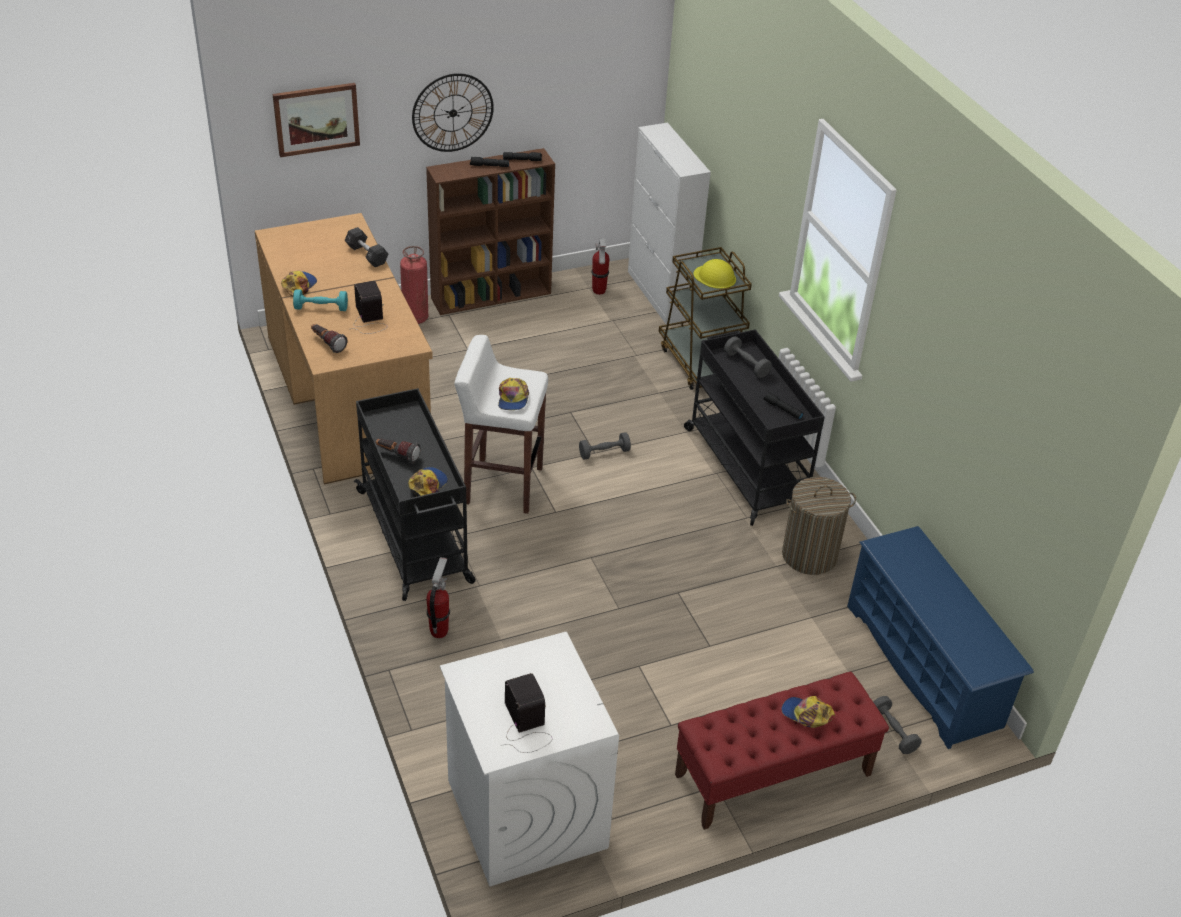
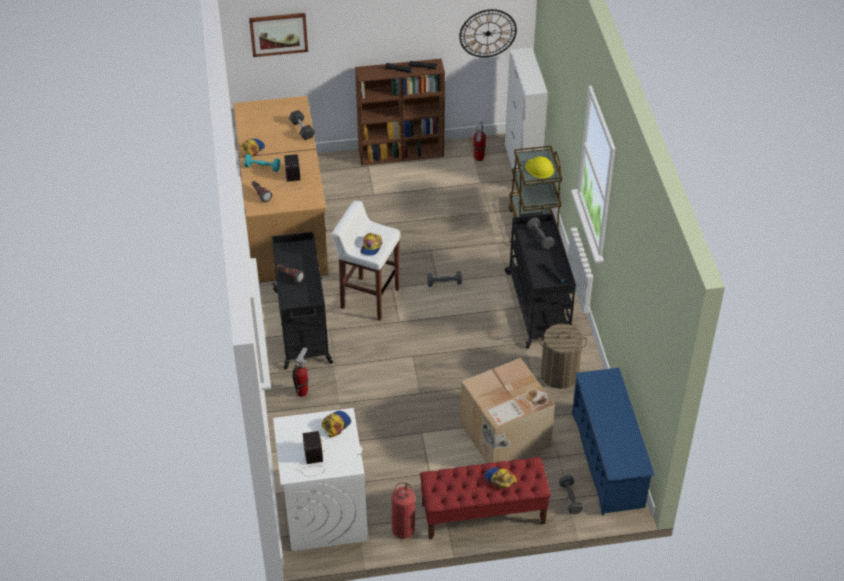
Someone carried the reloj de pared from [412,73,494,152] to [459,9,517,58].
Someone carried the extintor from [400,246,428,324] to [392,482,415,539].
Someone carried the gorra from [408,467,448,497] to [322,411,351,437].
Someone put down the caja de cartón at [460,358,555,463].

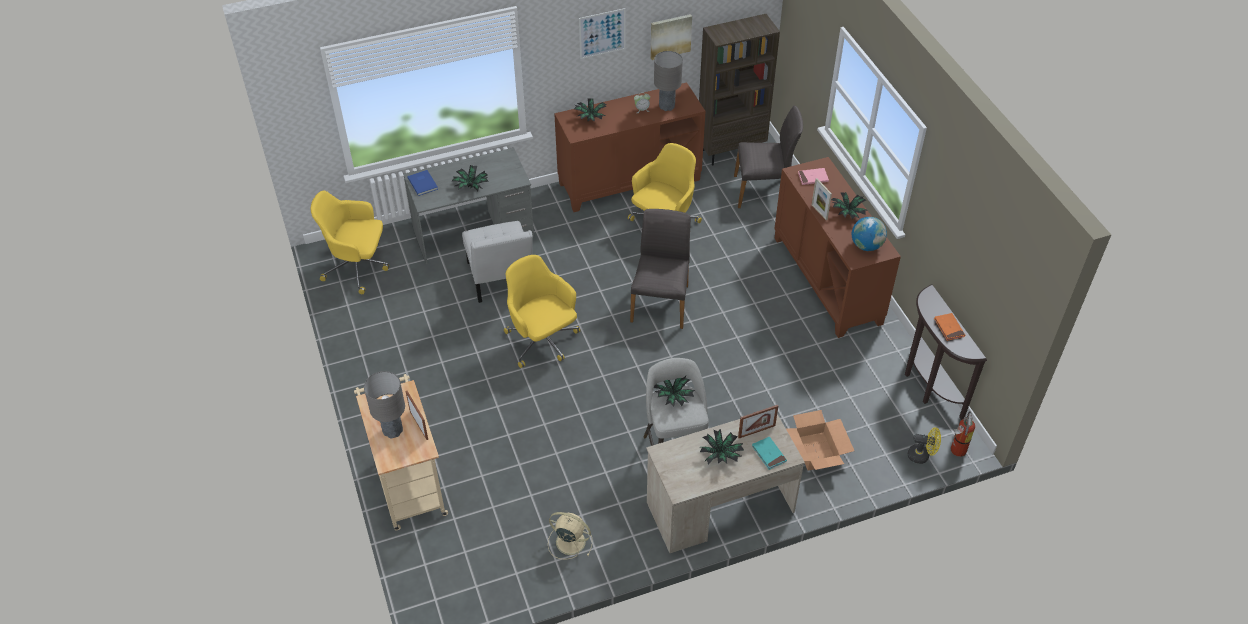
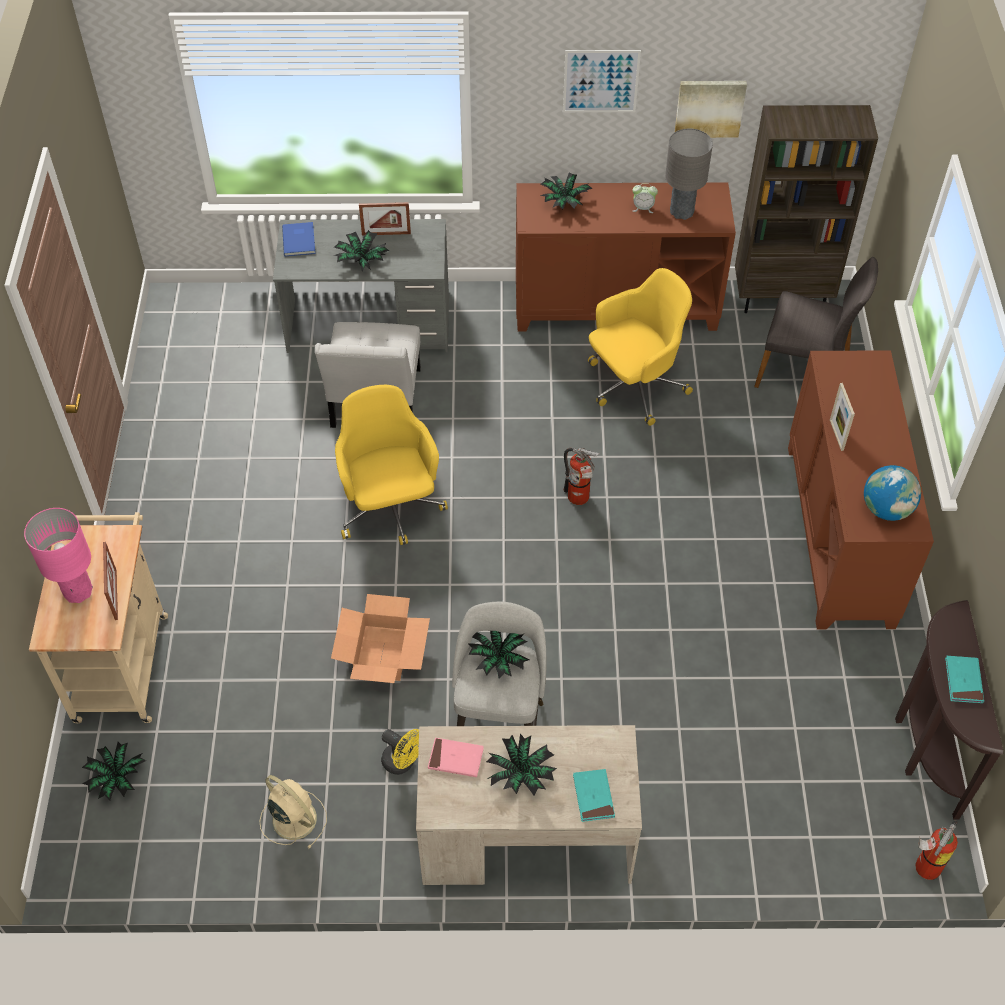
Someone carried the libro/rosa from [798,168,829,185] to [428,738,484,777].
Someone took away the silla de oficina/amarillo at [311,191,389,294].
Someone carried the planta en maceta from [831,192,868,219] to [82,742,146,800].
Someone swapped the silla/gris at [630,209,691,329] for the extintor at [564,448,599,505].
Someone repainted the libro/naranja at [934,313,965,341], which became the libro/turquesa at [945,656,984,703].
Someone repainted the lámpara de mesa/gris at [364,371,405,439], which became the lámpara de mesa/rosa at [24,508,93,603].
Someone carried the portarretratos from [738,405,778,438] to [359,202,411,235].
Someone carried the caja de cartón from [786,410,854,471] to [331,594,430,683].
Someone carried the ventilador/amarillo from [908,427,941,464] to [381,729,419,775].

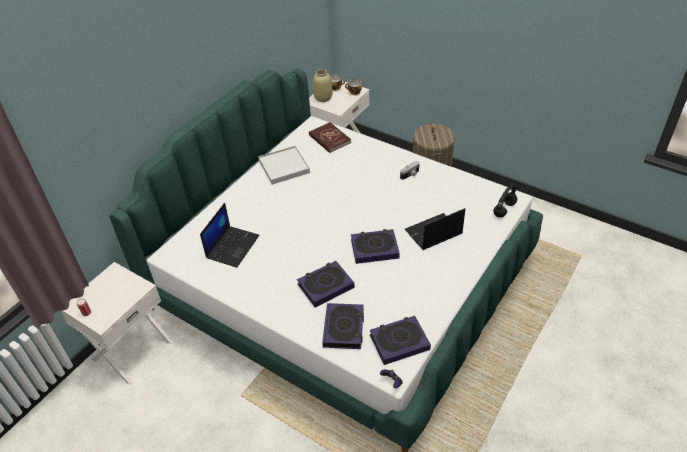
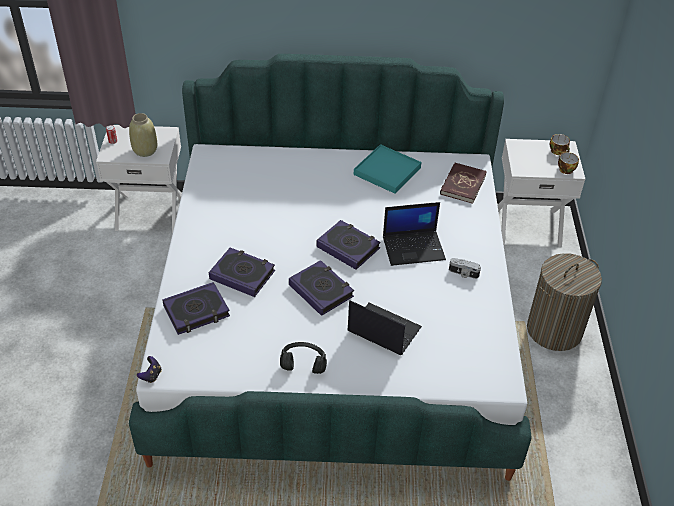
Someone carried the florero/beis from [313,69,333,102] to [129,113,157,157].
Someone repainted the bandeja/blanco at [258,146,310,185], which became the bandeja/turquesa at [354,144,421,194].
Someone carried the auriculares/negro from [493,186,517,217] to [280,342,327,374].
Someone carried the portátil from [200,203,259,268] to [383,202,446,266].
Someone carried the libro from [370,316,431,365] to [316,220,381,270].

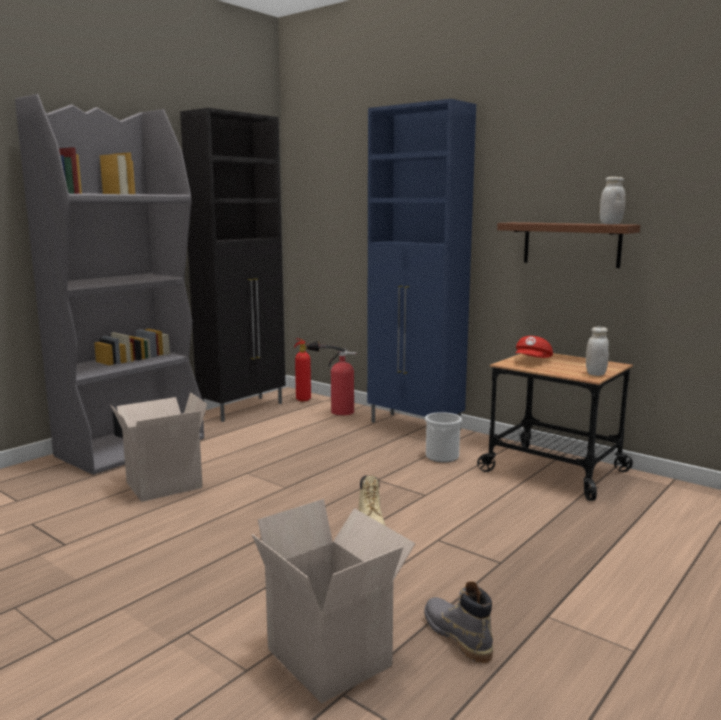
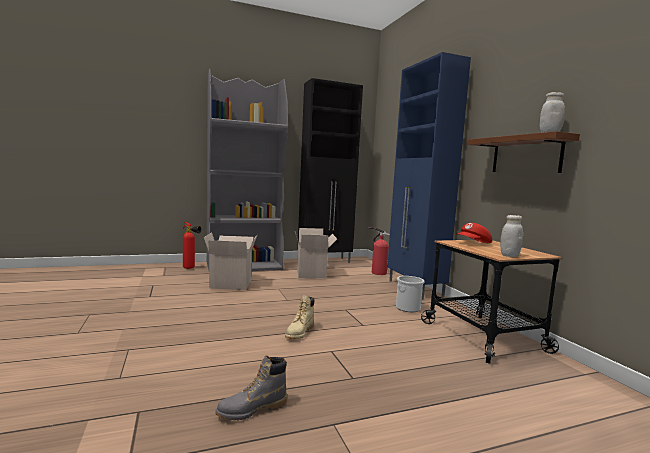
Someone carried the extintor from [294,338,319,401] to [183,222,201,269].
Someone carried the caja de cartón from [252,499,416,703] to [295,228,337,279].
Someone rotated the bota/gris at [424,581,493,663] by 120 degrees counterclockwise.

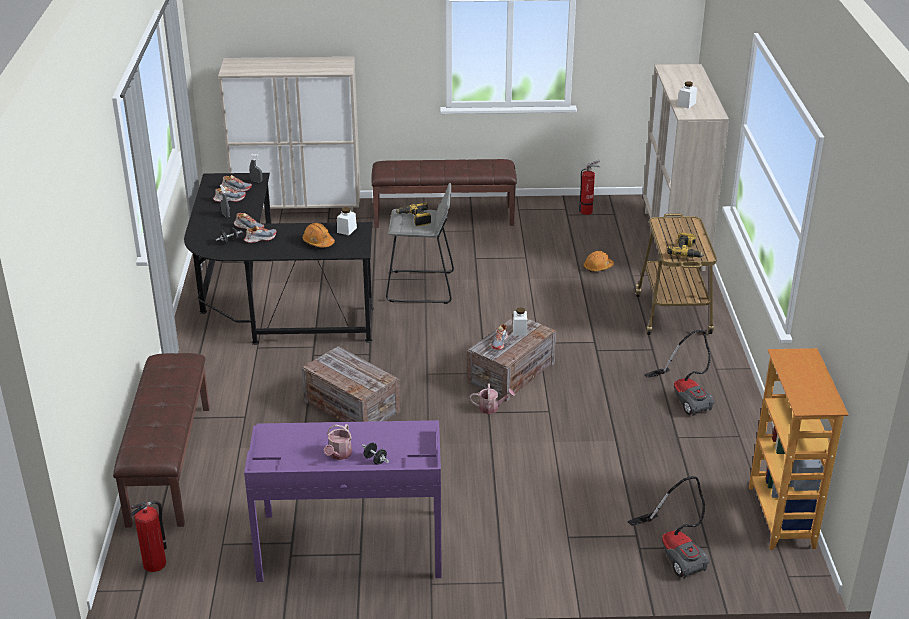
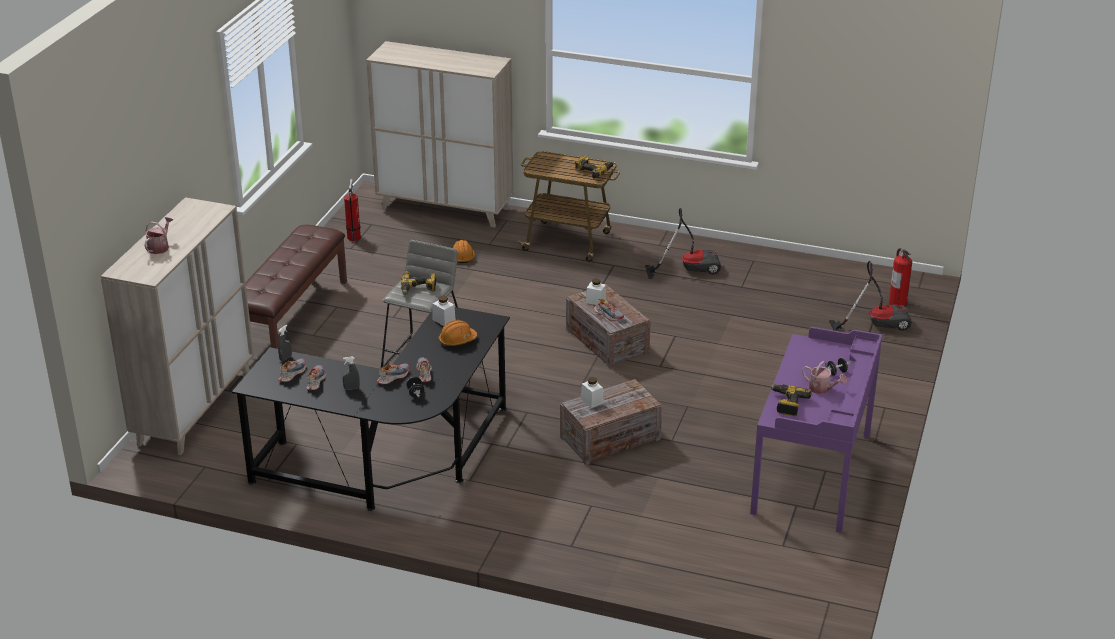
Someone carried the tarro/blanco from [677,81,697,109] to [581,377,604,408].
Someone took away the estantería at [749,348,849,550].
Someone took away the banco/marrón at [113,353,210,528].
Someone carried the regadera from [470,383,515,414] to [144,217,173,254].
Someone carried the extintor from [130,500,167,572] to [889,248,912,307].
Someone put down the taladro at [770,384,812,416].

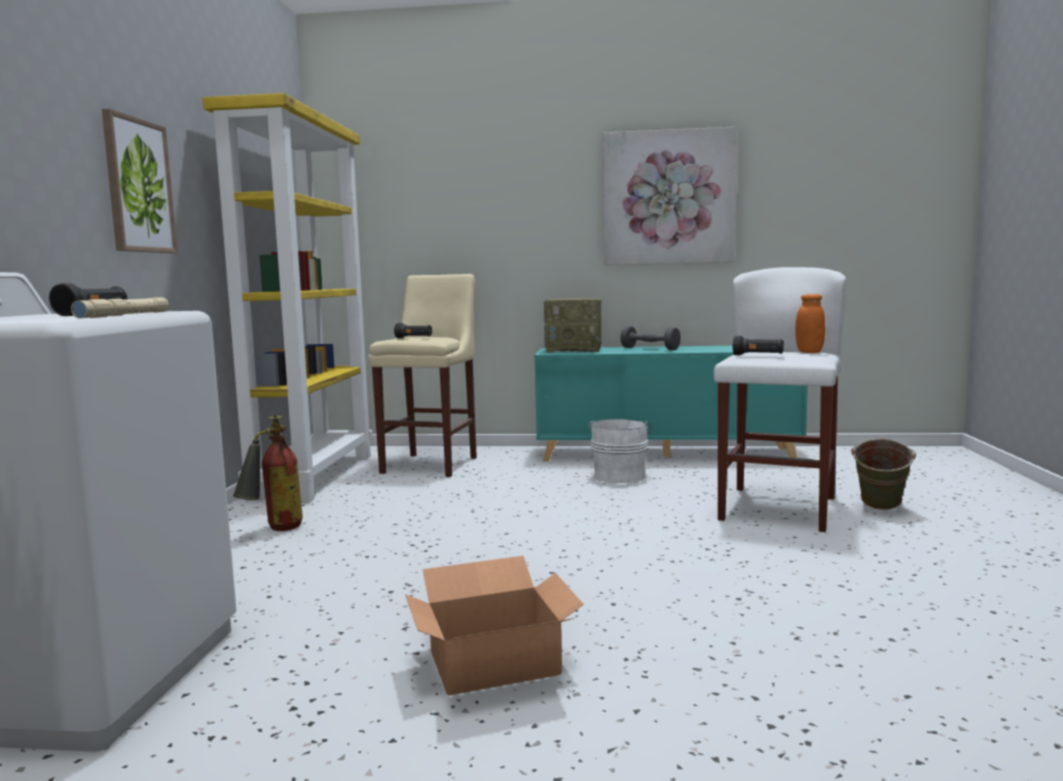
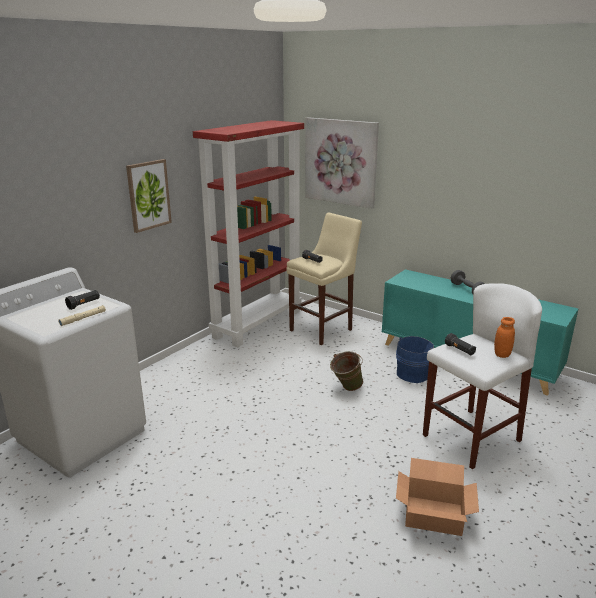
Someone repainted the estantería/amarillo at [202,93,373,503], which became the estantería/rojo at [193,120,304,347].
Someone carried the cuadro from [603,127,737,265] to [305,117,379,209].
Someone took away the radio at [544,298,602,352].
Someone took away the extintor at [233,415,303,531].
Someone repainted the cubo/blanco at [589,419,651,483], which became the cubo/azul at [396,336,434,383].
Someone carried the cubo/verde from [851,439,916,510] to [330,351,363,391].
Someone carried the caja de cartón from [405,556,584,696] to [396,458,479,536].

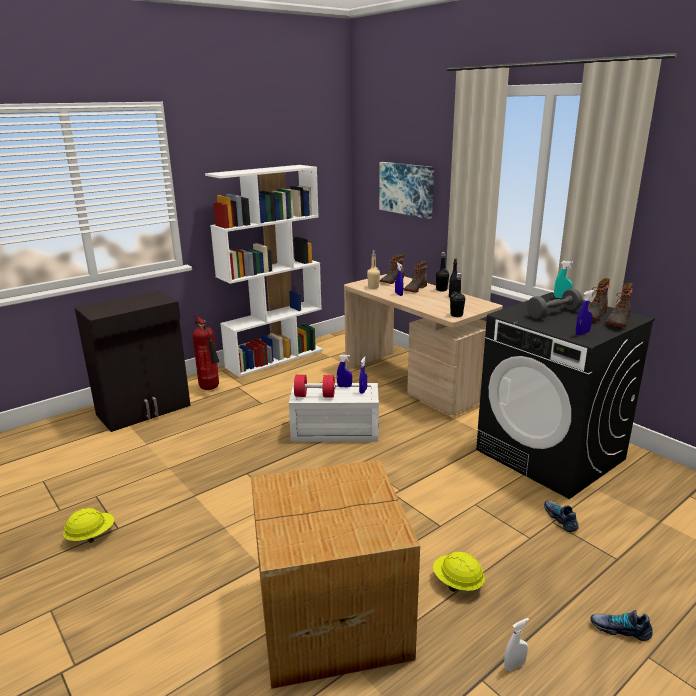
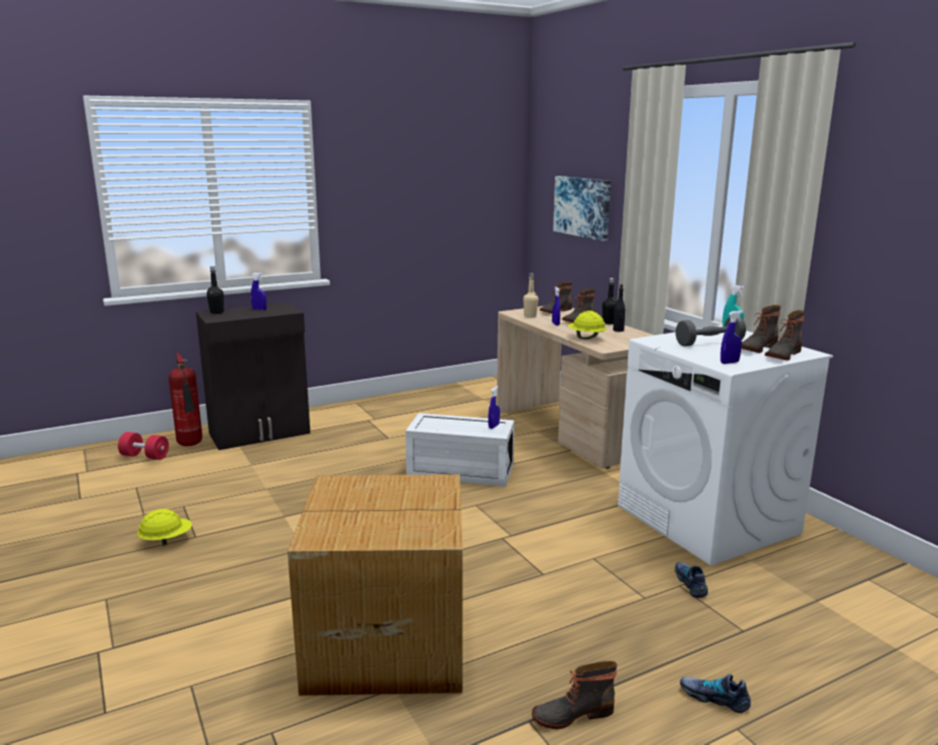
Someone took away the estantería/blanco at [205,165,323,377].
Someone carried the botella/negro from [450,273,465,317] to [207,266,224,314].
Someone repainted the lavadora/negro at [476,292,655,499], which became the lavadora/blanco at [618,325,833,566].
Someone carried the extintor from [192,316,219,390] to [169,353,202,446].
Someone carried the pulverizador/azul from [337,355,352,387] to [251,273,267,310].
Someone carried the mancuerna/rojo from [294,375,336,398] to [118,432,169,460].
Someone carried the casco/amarillo from [433,552,485,592] to [568,311,606,339].
Someone swapped the pulverizador/blanco at [504,618,529,671] for the bota at [532,661,617,729].

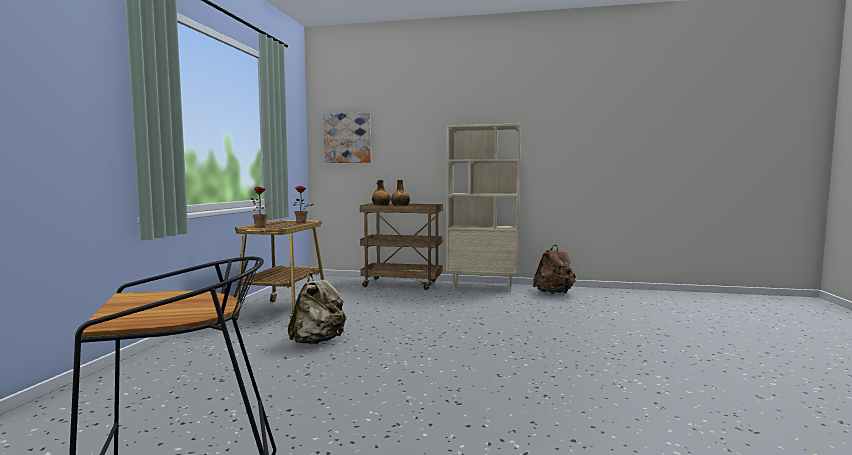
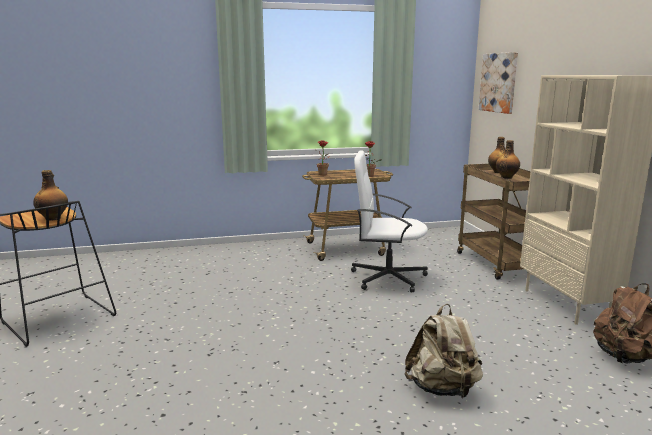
Someone carried the mochila/beis from [288,273,347,344] to [405,304,483,398].
Someone put down the silla de oficina/blanco at [351,150,428,293].
Someone put down the botella at [33,170,68,221].

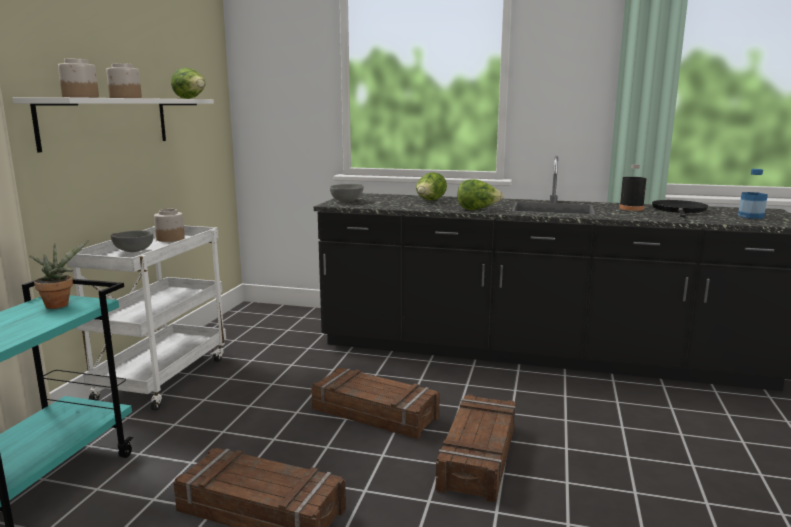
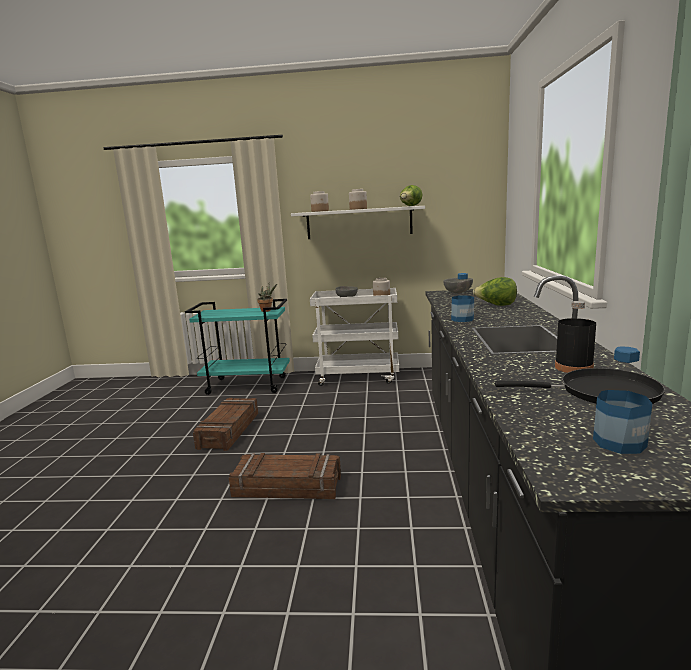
Someone swapped the lechuga at [457,179,504,210] for the botella at [451,273,474,322].
Someone took away the caja de embalaje at [312,368,440,439].

